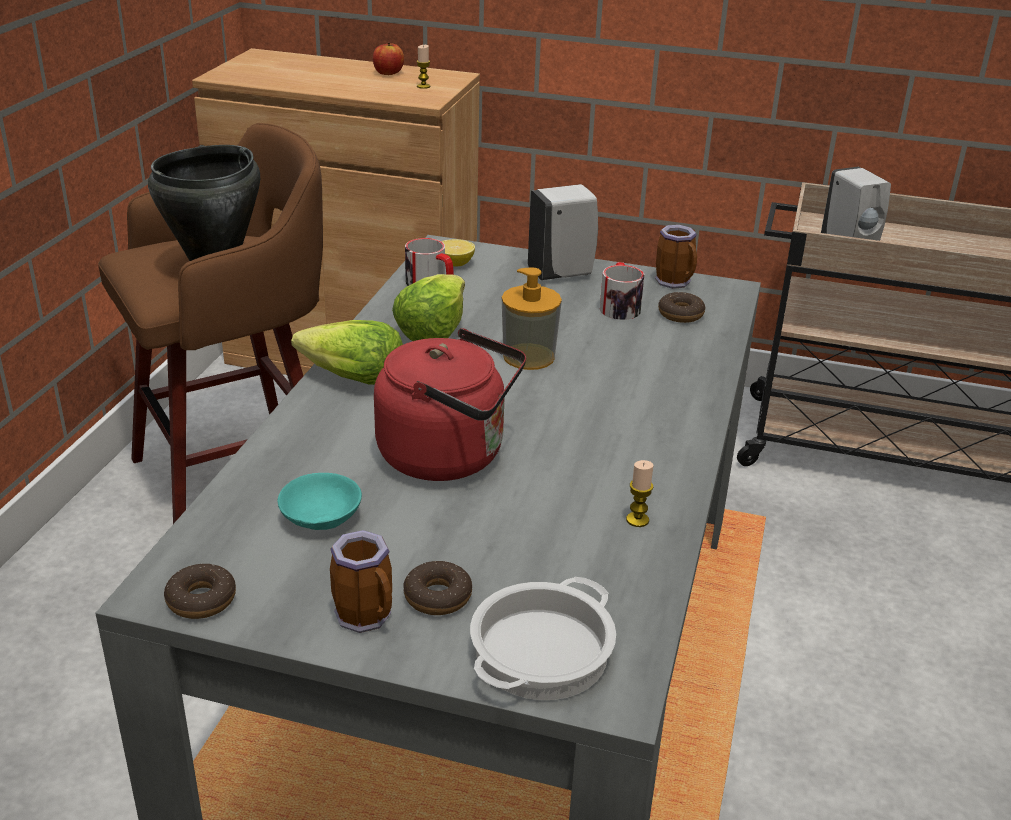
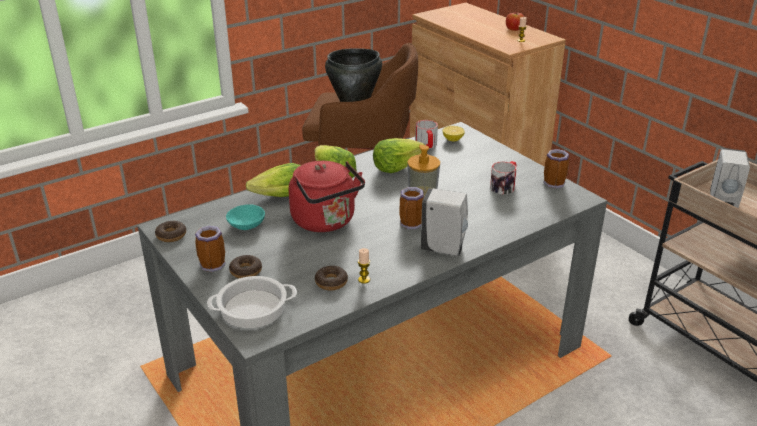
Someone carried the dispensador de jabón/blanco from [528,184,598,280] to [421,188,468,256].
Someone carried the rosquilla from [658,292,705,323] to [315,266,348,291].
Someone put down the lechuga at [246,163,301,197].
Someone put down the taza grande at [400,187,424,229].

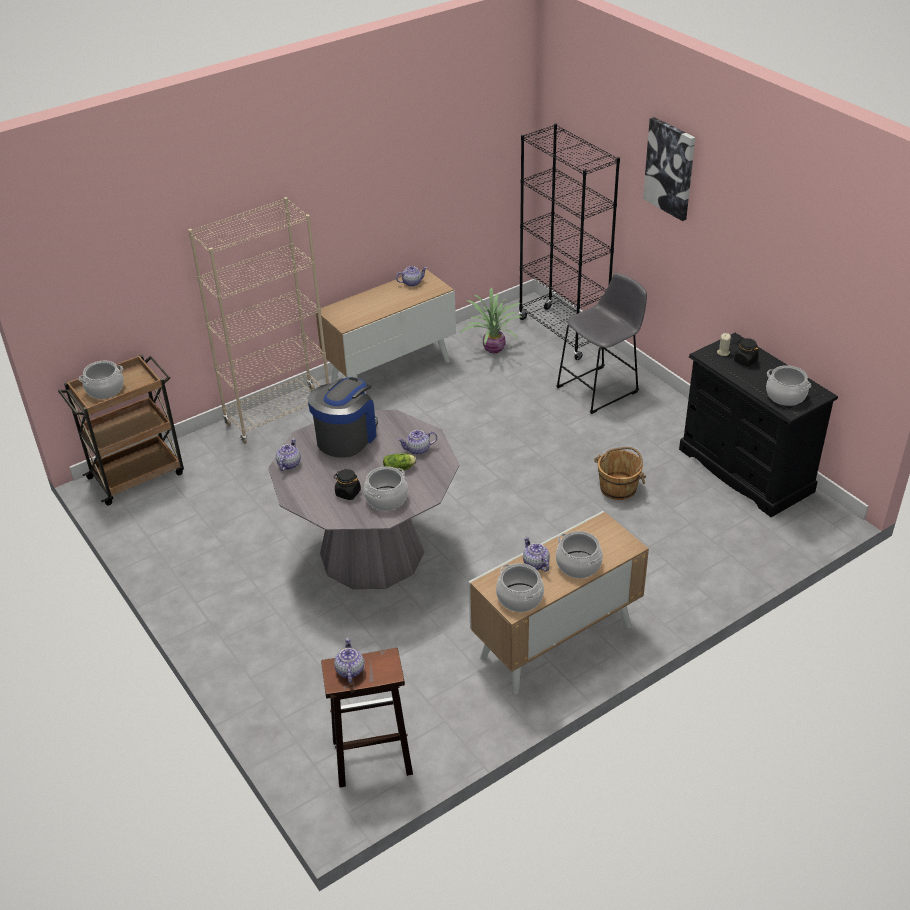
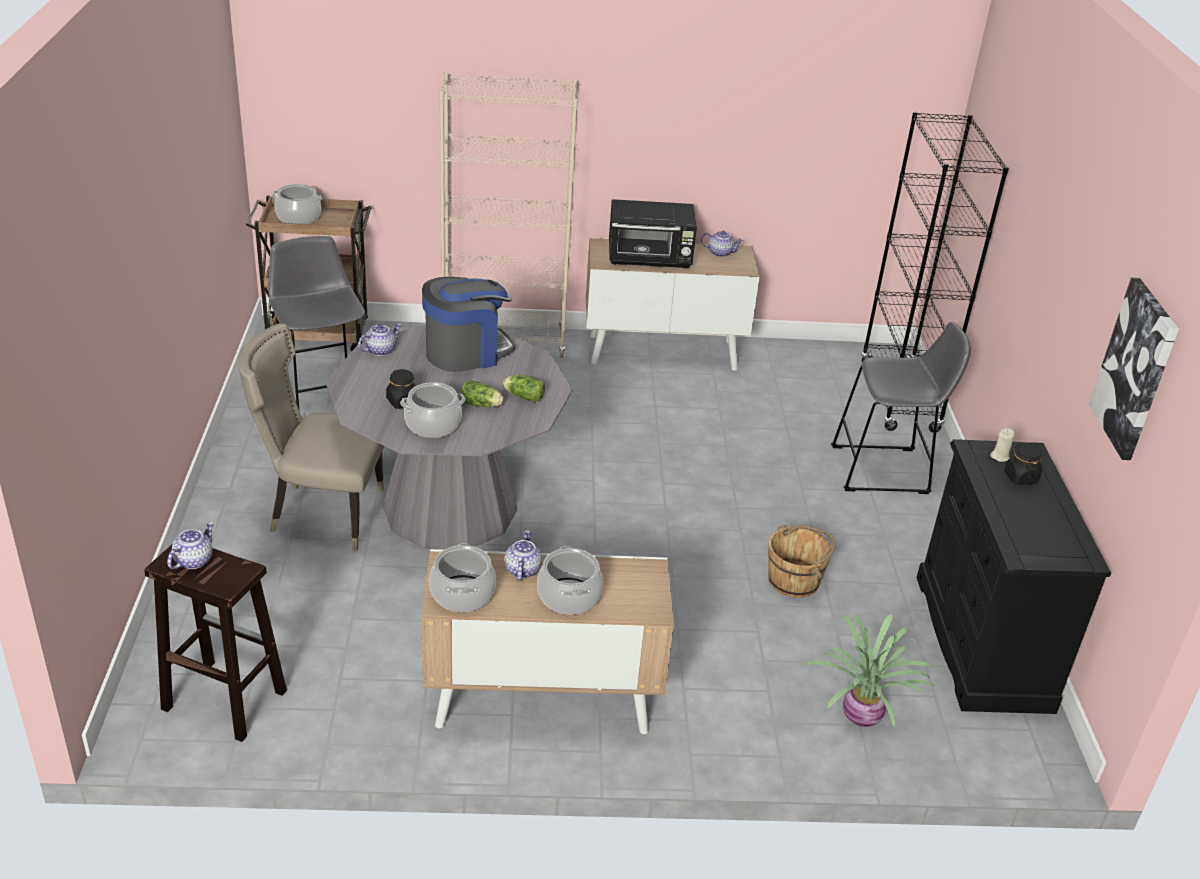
Someone carried the cuadro from [643,117,695,221] to [1089,278,1179,460].
Someone carried the planta en maceta from [460,288,522,353] to [802,614,935,728].
Someone took away the olla at [766,365,811,406].
Someone swapped the tetera at [397,430,437,455] for the lechuga at [503,375,545,402].
Someone put down the microondas/negro at [609,199,697,268].
Someone put down the taburete/gris at [269,236,365,408].
Someone put down the silla/beis at [237,323,384,552].

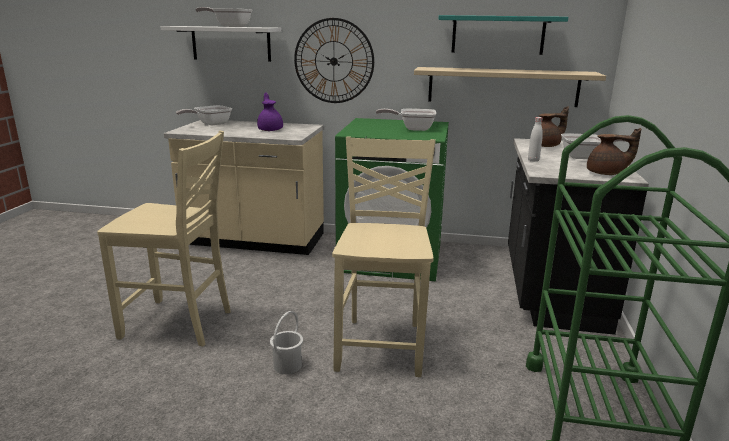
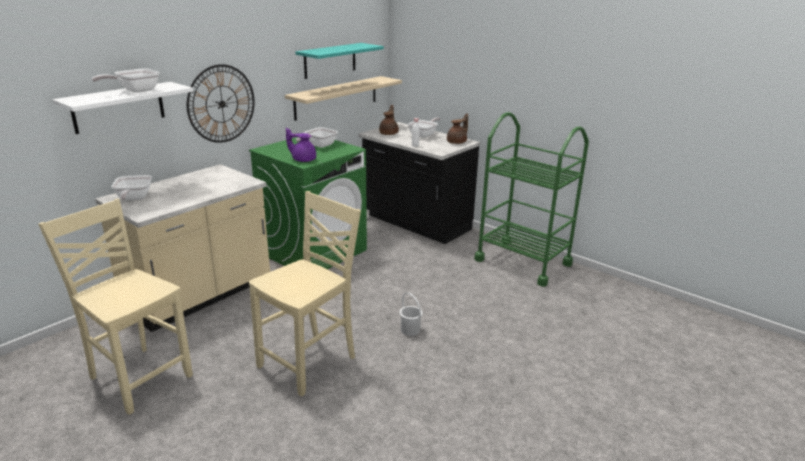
Someone carried the tetera/morado from [257,93,283,131] to [286,128,316,162].
Someone carried the silla/beis from [332,136,436,377] to [38,199,193,415].

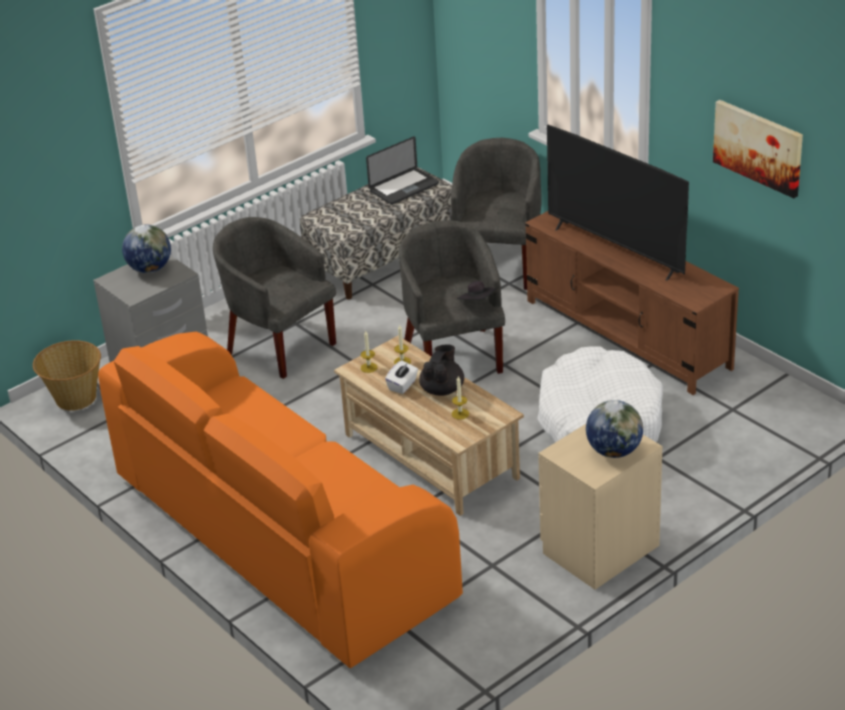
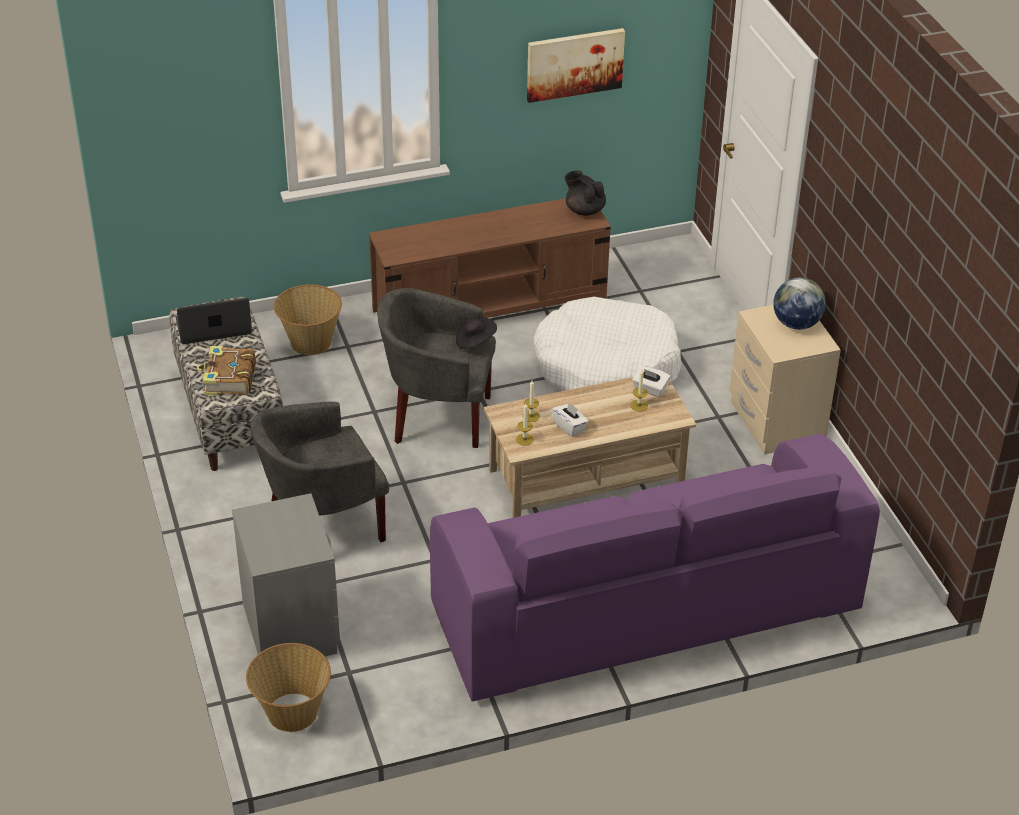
Someone took away the televisor at [547,125,689,281].
Someone rotated the portátil at [366,136,439,205] by 90 degrees counterclockwise.
Someone swapped the sillón/gris at [451,138,542,290] for the cesta at [274,284,342,355].
Someone took away the globo terráqueo at [122,224,171,273].
Someone repainted the sofá/naranja at [98,332,463,668], which became the sofá/morado at [430,433,880,701].
Someone carried the tetera/negro from [419,345,464,396] to [565,171,606,216].
Someone put down the libro at [197,346,256,396].
Someone put down the caja de pañuelos/blanco at [632,365,670,397].

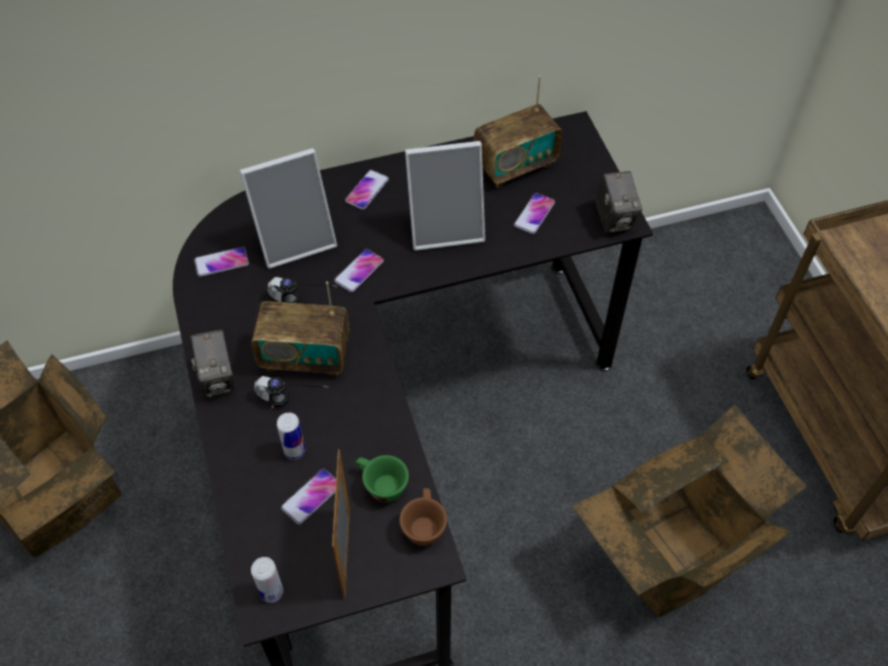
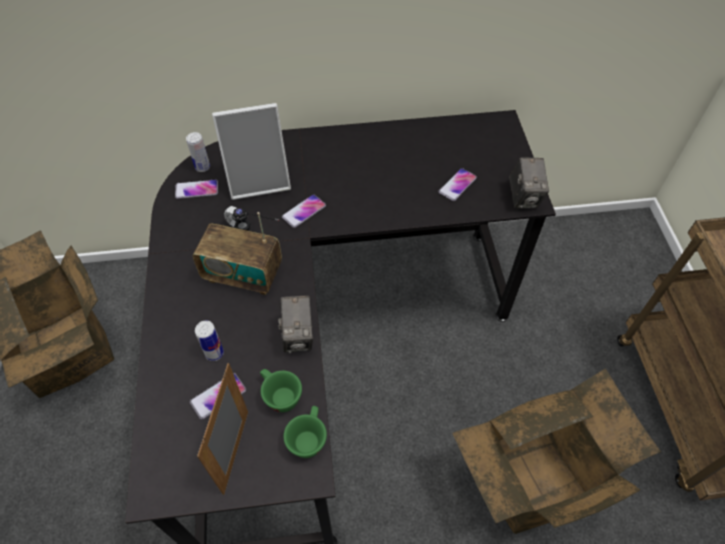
Someone took away the radio at [474,76,562,188].
Someone took away the portarretratos at [405,141,485,251].
Someone took away the móvil at [345,170,389,210].
Someone carried the cámara from [190,330,234,398] to [278,296,313,353].
Someone took away the auriculares at [254,376,329,408].
Someone repainted the taza/marrón at [399,488,447,546], which became the taza/verde at [284,406,327,458].
Someone carried the lata from [251,557,283,603] to [186,132,210,172].

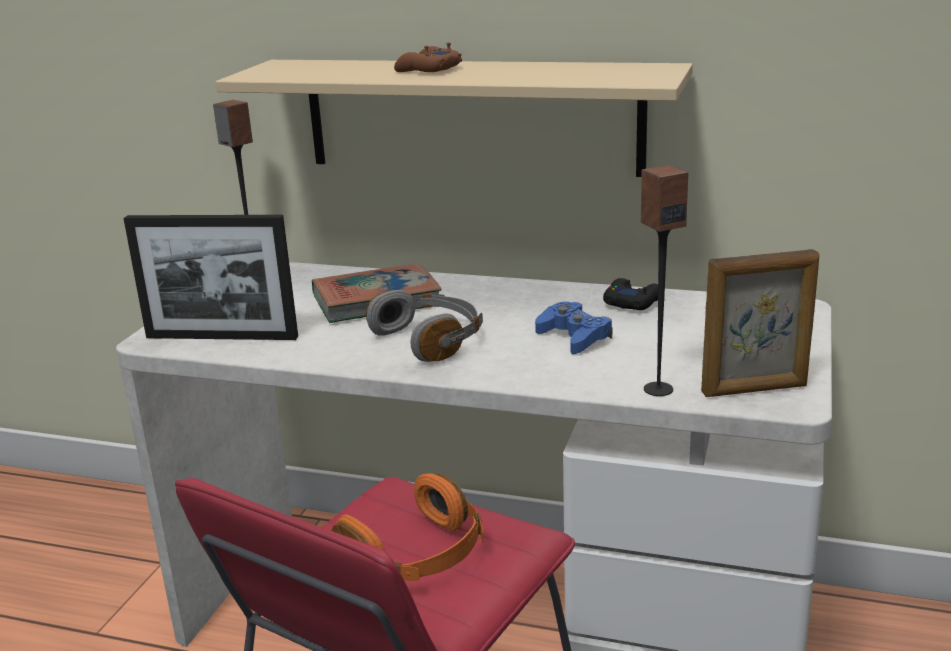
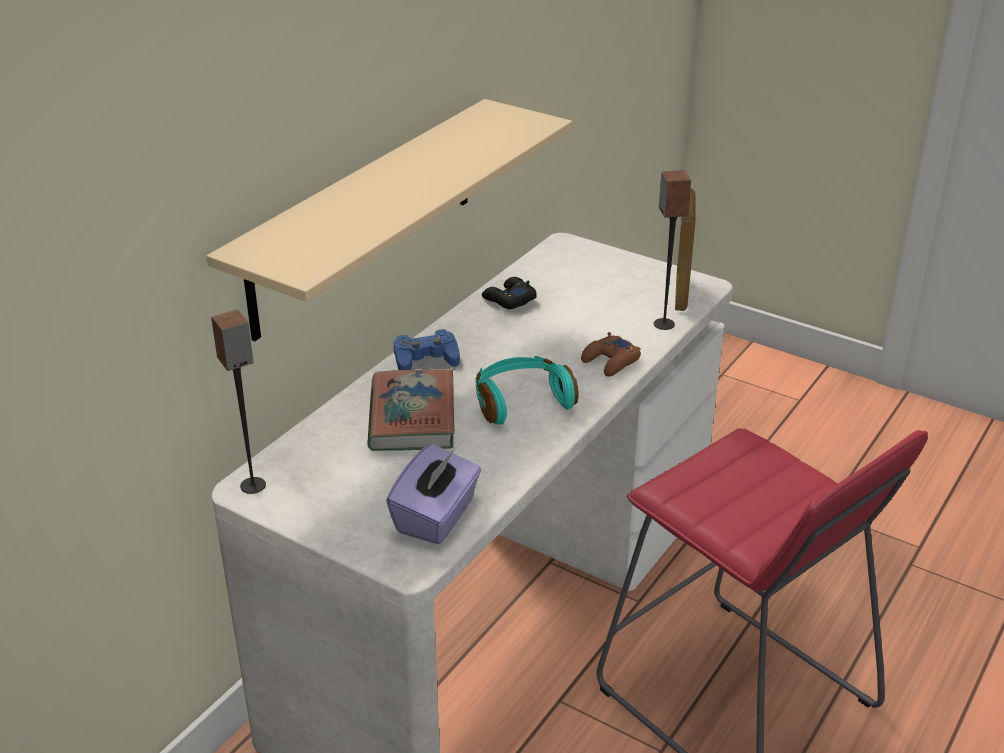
Someone carried the mando de consola/marrón from [394,43,462,72] to [581,332,641,377].
Someone swapped the portarretratos at [123,215,298,340] for the caja de pañuelos/morado at [386,444,481,544].
Someone repainted the auriculares/gris at [366,290,483,362], which became the auriculares/turquesa at [476,356,579,425].
Someone carried the mando de consola/azul from [535,302,612,354] to [393,329,460,370].
Someone took away the auriculares/naranja at [332,473,484,581].

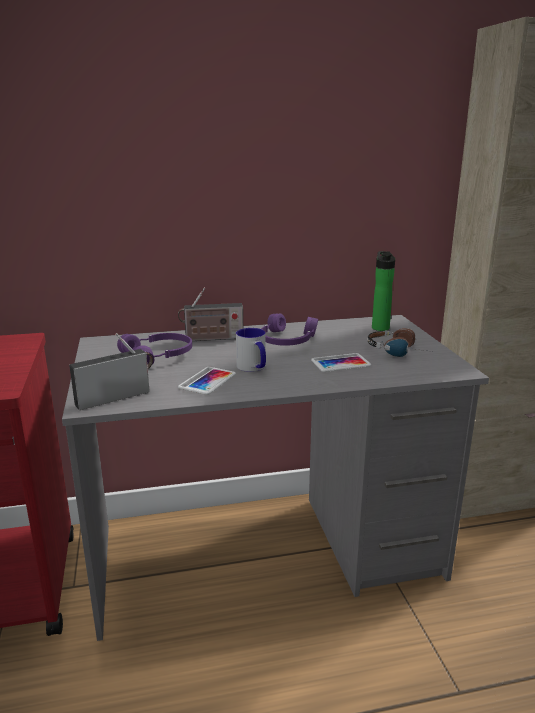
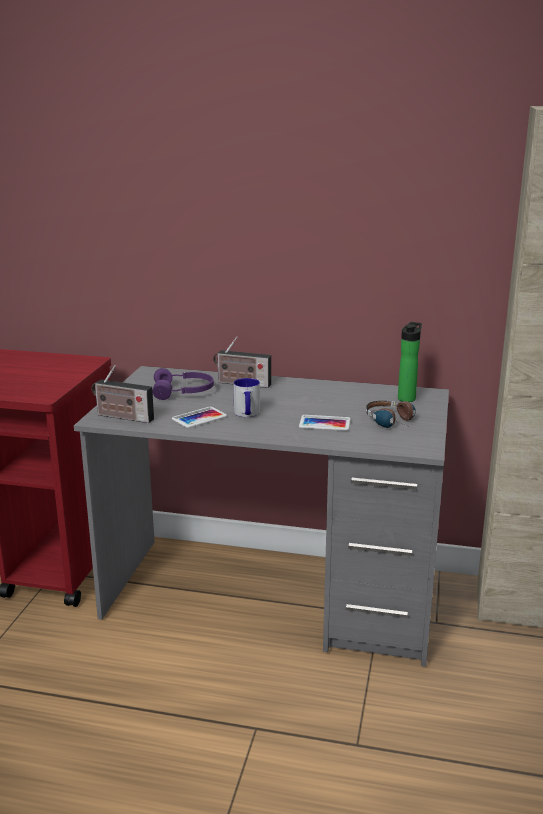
Someone took away the auriculares/morado at [261,314,318,346].
Someone rotated the radio at [69,333,153,410] by 150 degrees counterclockwise.

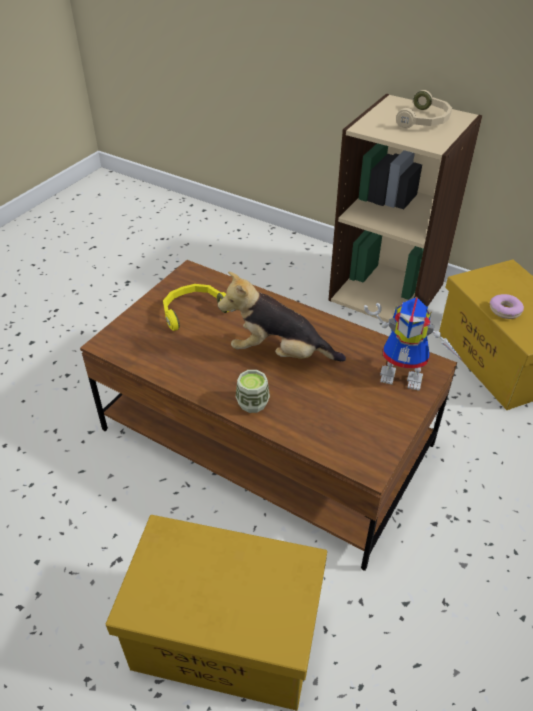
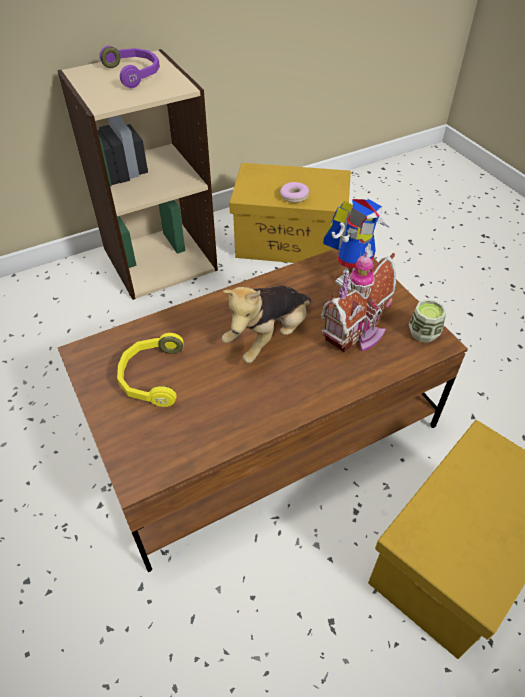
Someone repainted the auriculares/beis at [396,90,452,129], which became the auriculares/morado at [100,46,160,88].
Someone carried the taza from [236,370,270,413] to [409,299,446,343].
Someone put down the casita at [321,251,396,353].

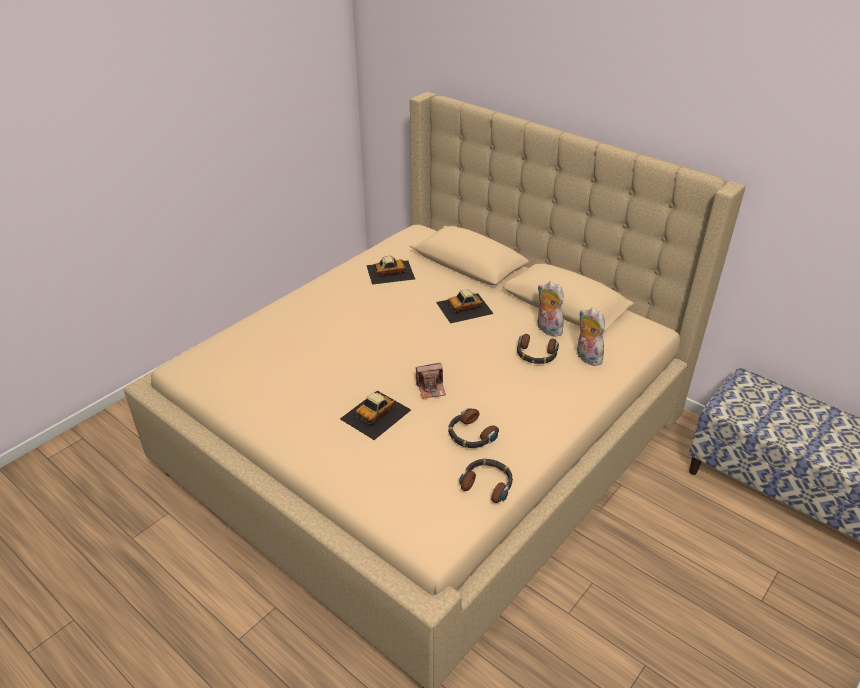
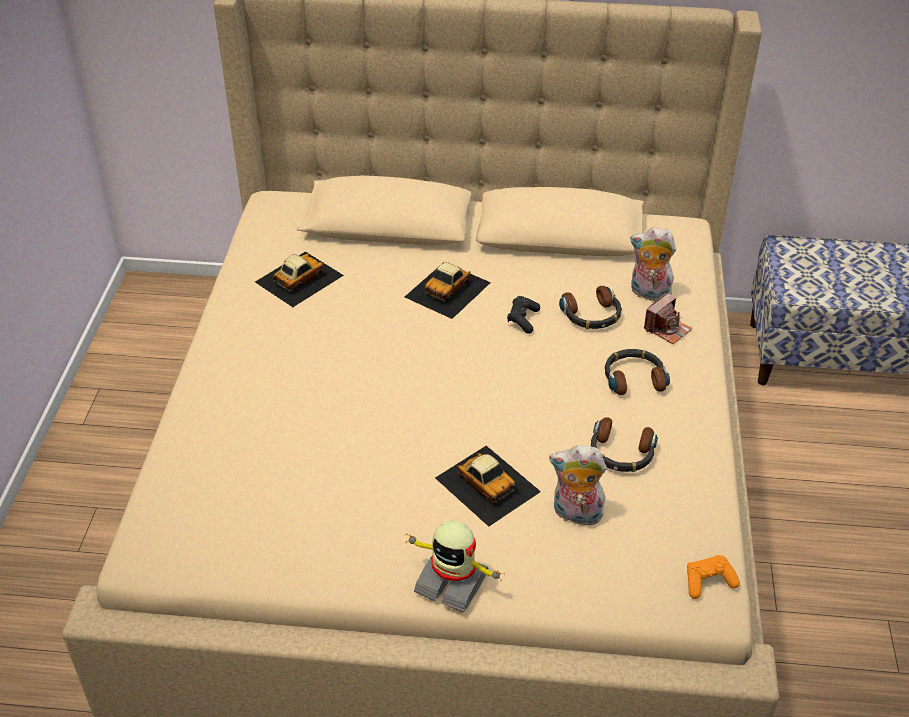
Someone carried the peluche from [537,281,564,337] to [549,446,607,526].
Someone carried the cámara from [416,362,446,399] to [644,292,693,344].
Someone rotated the coche de juguete at [340,391,411,440] by 45 degrees counterclockwise.
Someone carried the auriculares from [459,458,513,503] to [605,349,670,395].
Someone put down the mando de consola/negro at [507,296,540,334].
Someone put down the robot de juguete at [405,521,505,613].
Someone put down the mando de consola/naranja at [687,555,740,599].

